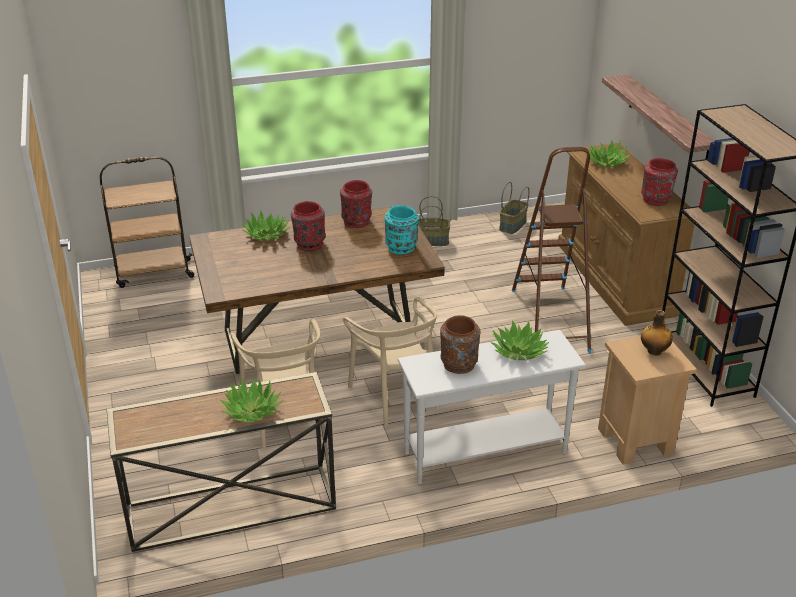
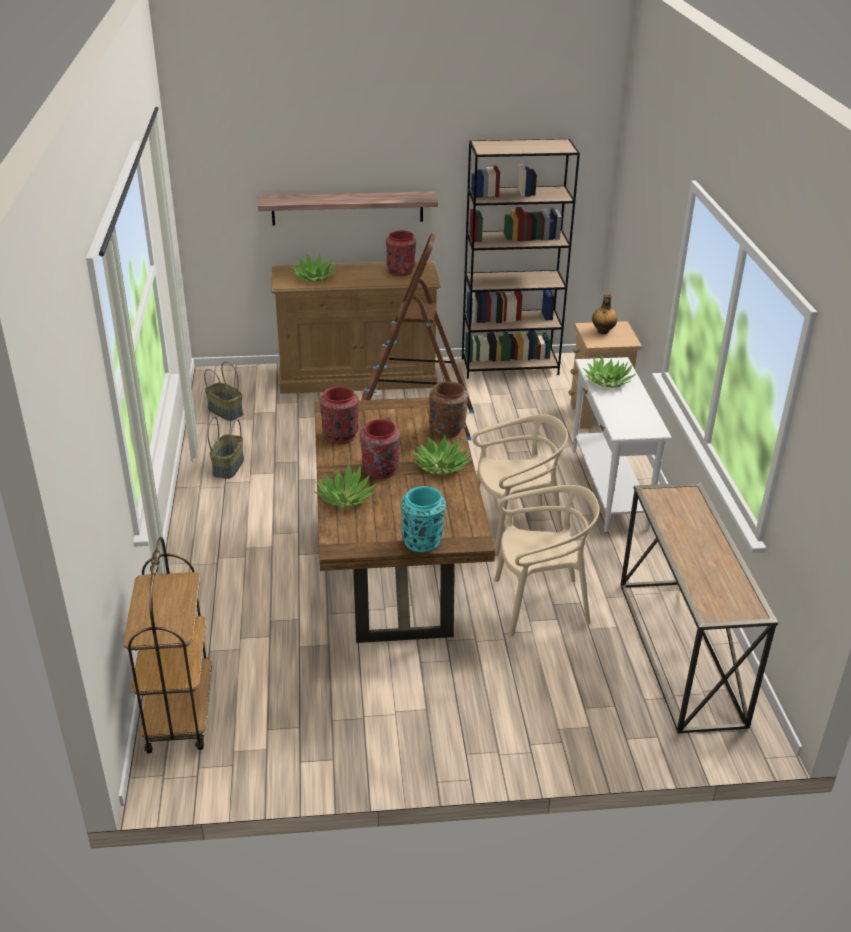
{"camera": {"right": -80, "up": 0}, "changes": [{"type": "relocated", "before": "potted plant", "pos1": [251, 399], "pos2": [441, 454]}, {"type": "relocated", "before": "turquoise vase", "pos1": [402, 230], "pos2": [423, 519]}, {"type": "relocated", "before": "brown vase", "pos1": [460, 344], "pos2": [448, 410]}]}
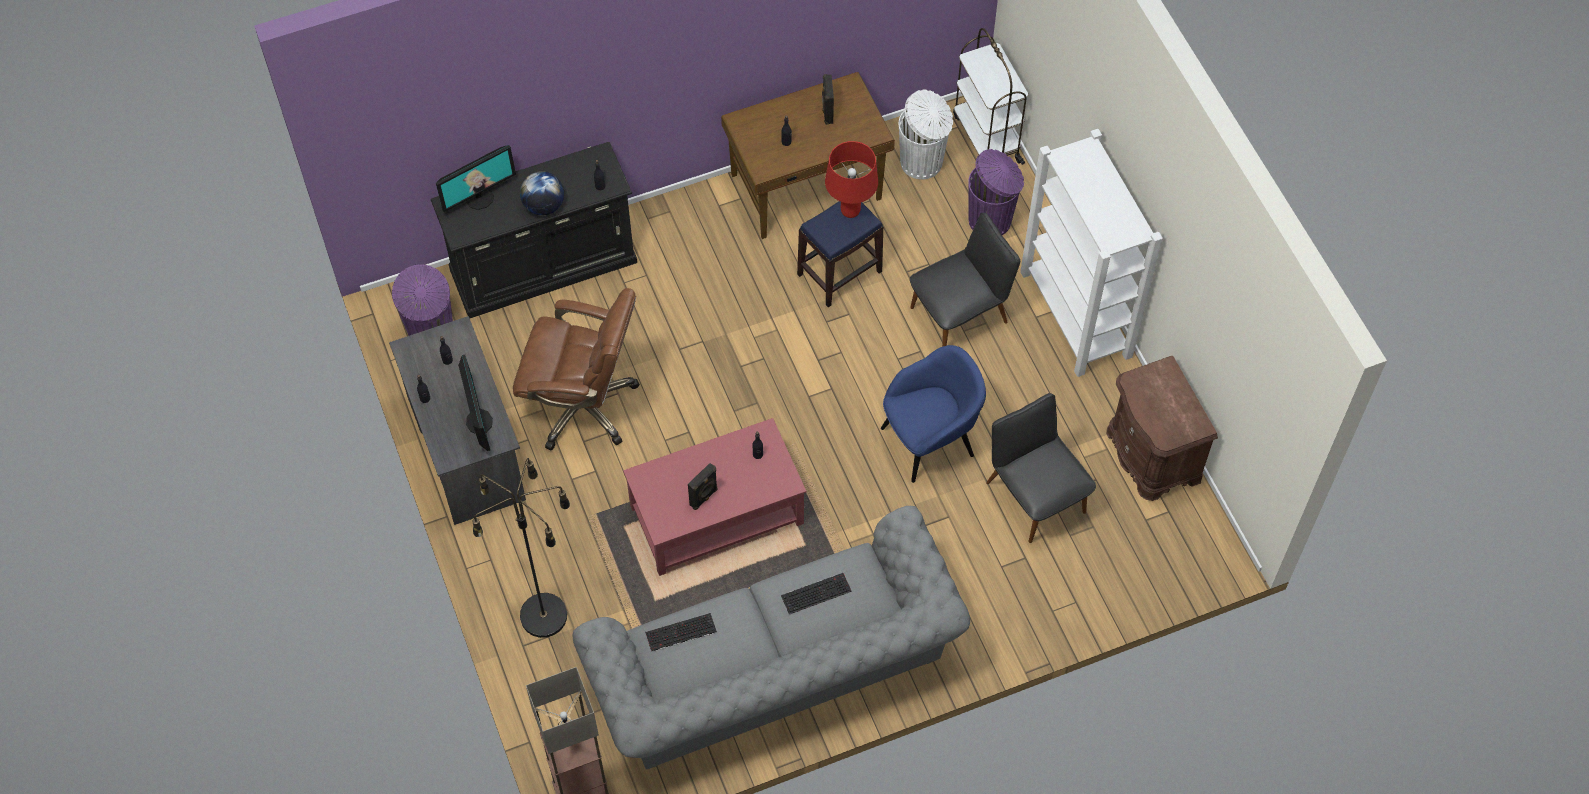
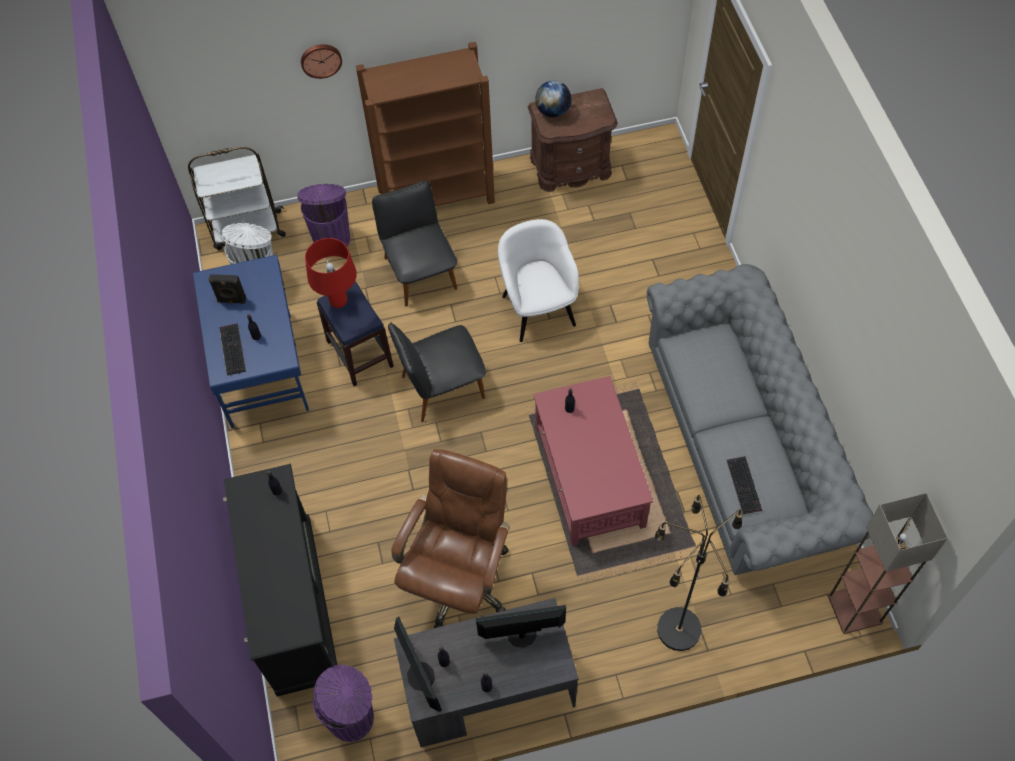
{"camera": {"right": -80, "up": 0}, "changes": [{"type": "relocated", "before": "monitor", "pos1": [476, 178], "pos2": [418, 664]}, {"type": "relocated", "before": "globe", "pos1": [542, 193], "pos2": [553, 99]}, {"type": "missing", "before": "black speaker", "pos1": [702, 486]}, {"type": "colour", "before": "brown desk", "after": "blue desk", "pos1": [808, 155], "pos2": [251, 341]}, {"type": "relocated", "before": "keyboard", "pos1": [816, 593], "pos2": [233, 349]}, {"type": "colour", "before": "blue armchair", "after": "white armchair", "pos1": [933, 414], "pos2": [538, 280]}, {"type": "relocated", "before": "black chair", "pos1": [1041, 468], "pos2": [437, 372]}, {"type": "colour", "before": "white bookcase", "after": "brown bookcase", "pos1": [1091, 253], "pos2": [425, 124]}, {"type": "appeared", "after": "wall clock", "pos2": [321, 61]}]}
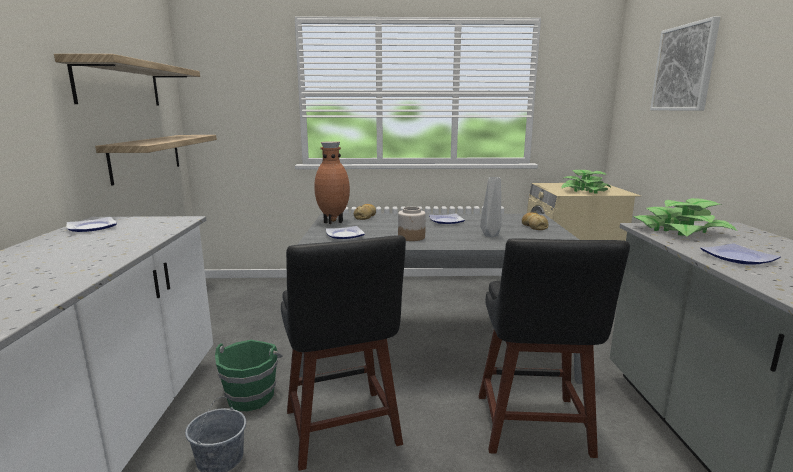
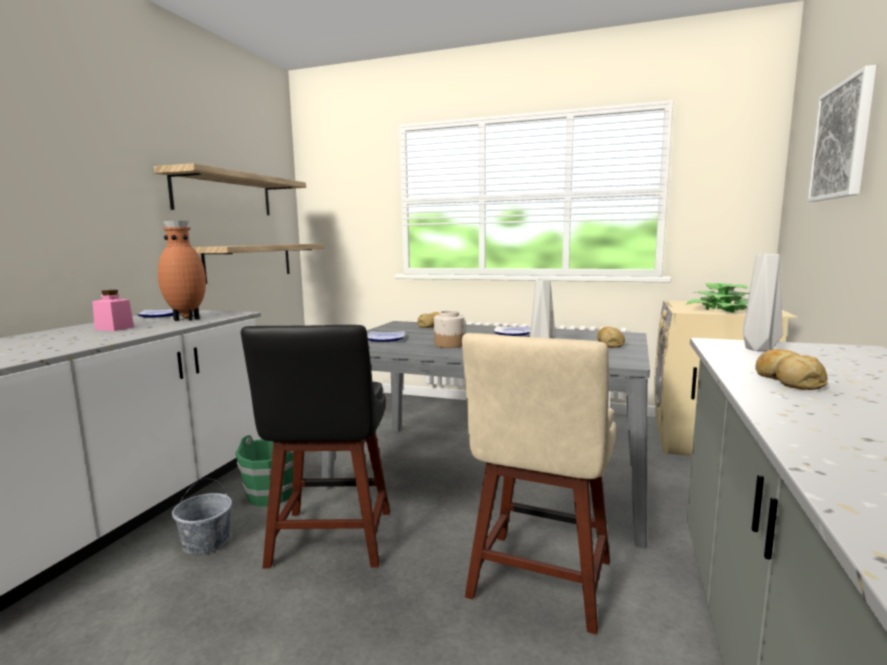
{"camera": {"right": 20, "up": -5}, "changes": [{"type": "relocated", "before": "brown vase", "pos1": [332, 182], "pos2": [182, 271]}, {"type": "colour", "before": "black chair", "after": "beige chair", "pos1": [554, 348], "pos2": [539, 484]}, {"type": "exchanged", "before": "potted plant", "after": "grey vase", "pos1": [685, 217], "pos2": [763, 302]}, {"type": "exchanged", "before": "plate", "after": "bread", "pos1": [740, 254], "pos2": [791, 369]}, {"type": "appeared", "after": "pink jar", "pos2": [113, 310]}]}
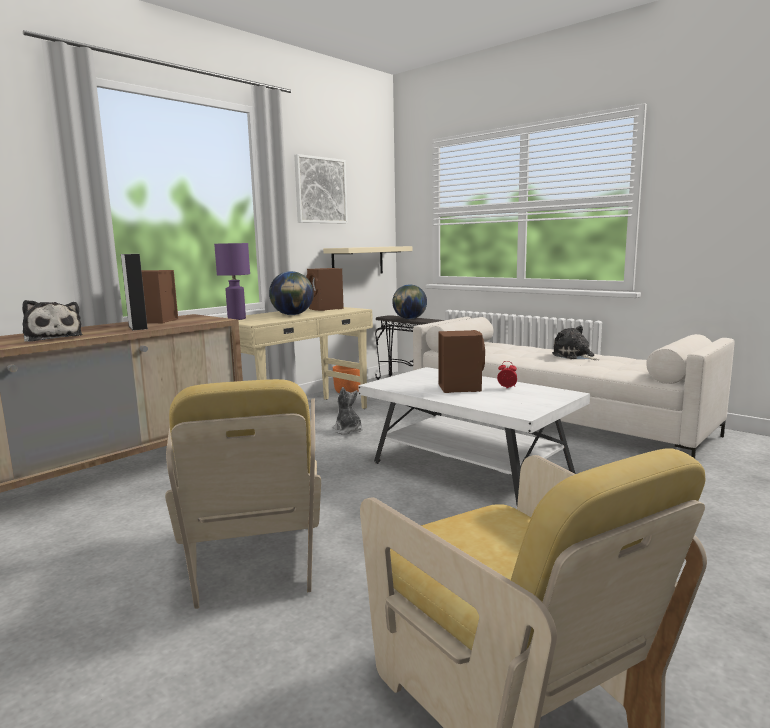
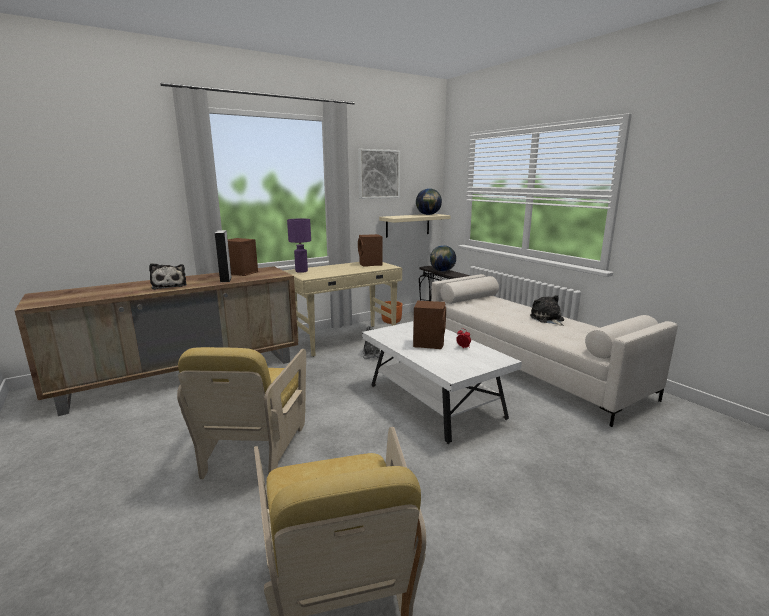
{"camera": {"right": 15, "up": 5}, "changes": [{"type": "relocated", "before": "globe", "pos1": [291, 293], "pos2": [429, 201]}]}
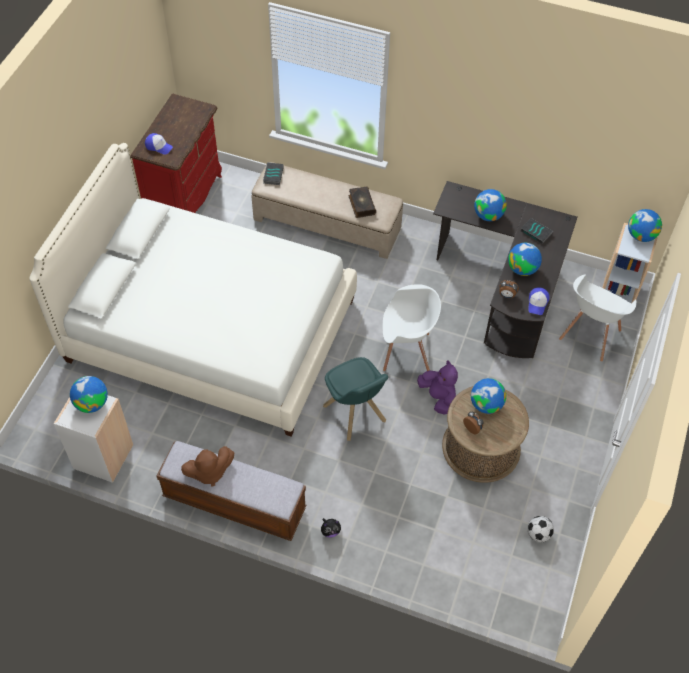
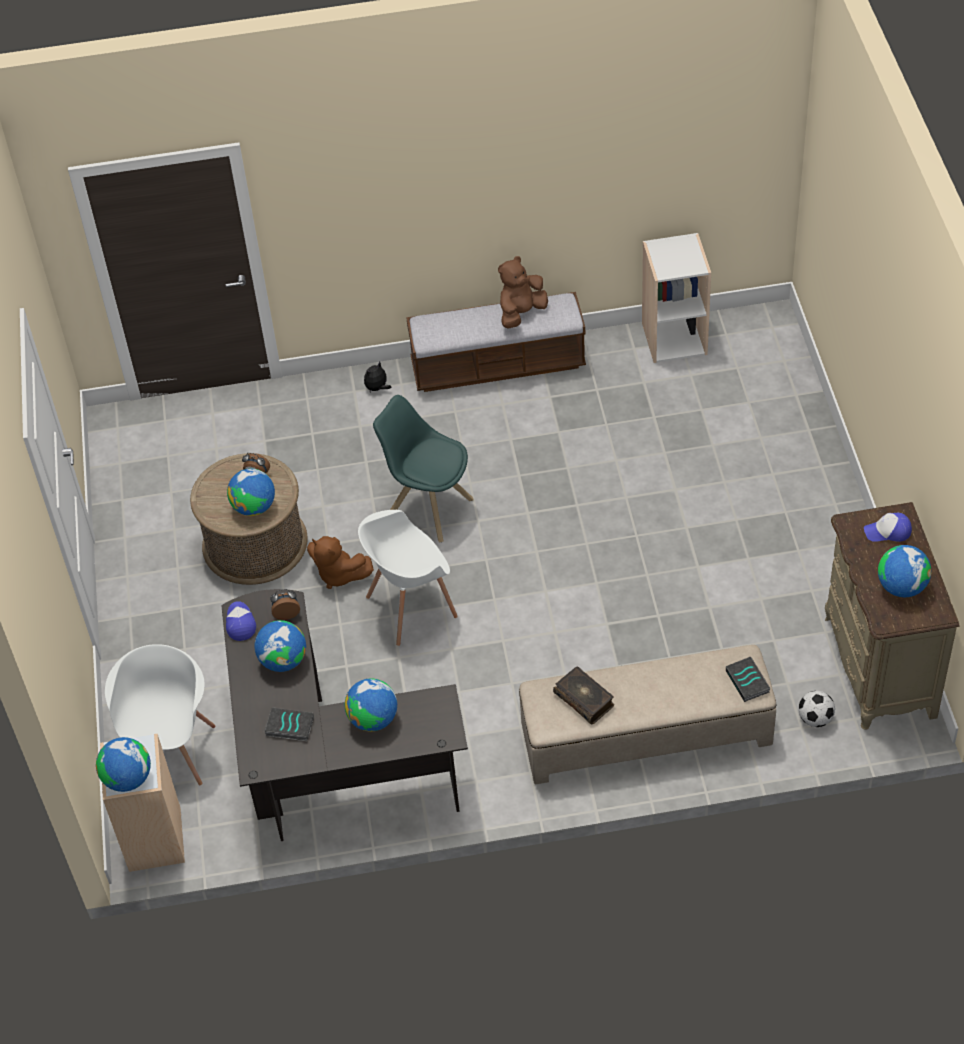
{"camera": {"right": 155, "up": -5}, "changes": [{"type": "missing", "before": "white bed", "pos1": [193, 289]}, {"type": "relocated", "before": "globe", "pos1": [89, 394], "pos2": [904, 571]}, {"type": "colour", "before": "red dresser", "after": "beige dresser", "pos1": [176, 153], "pos2": [892, 616]}, {"type": "colour", "before": "purple plush toy", "after": "brown plush toy", "pos1": [437, 387], "pos2": [340, 562]}, {"type": "relocated", "before": "football", "pos1": [541, 529], "pos2": [816, 709]}]}
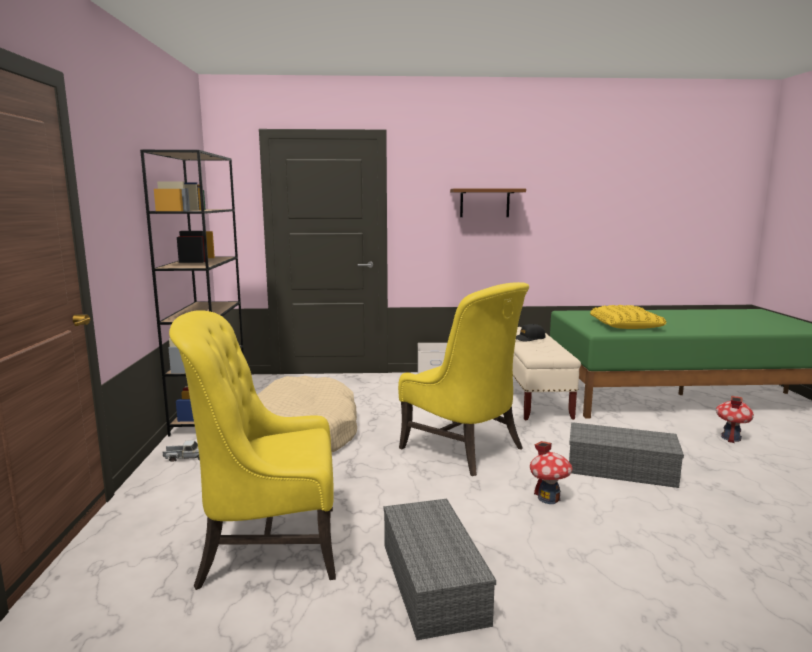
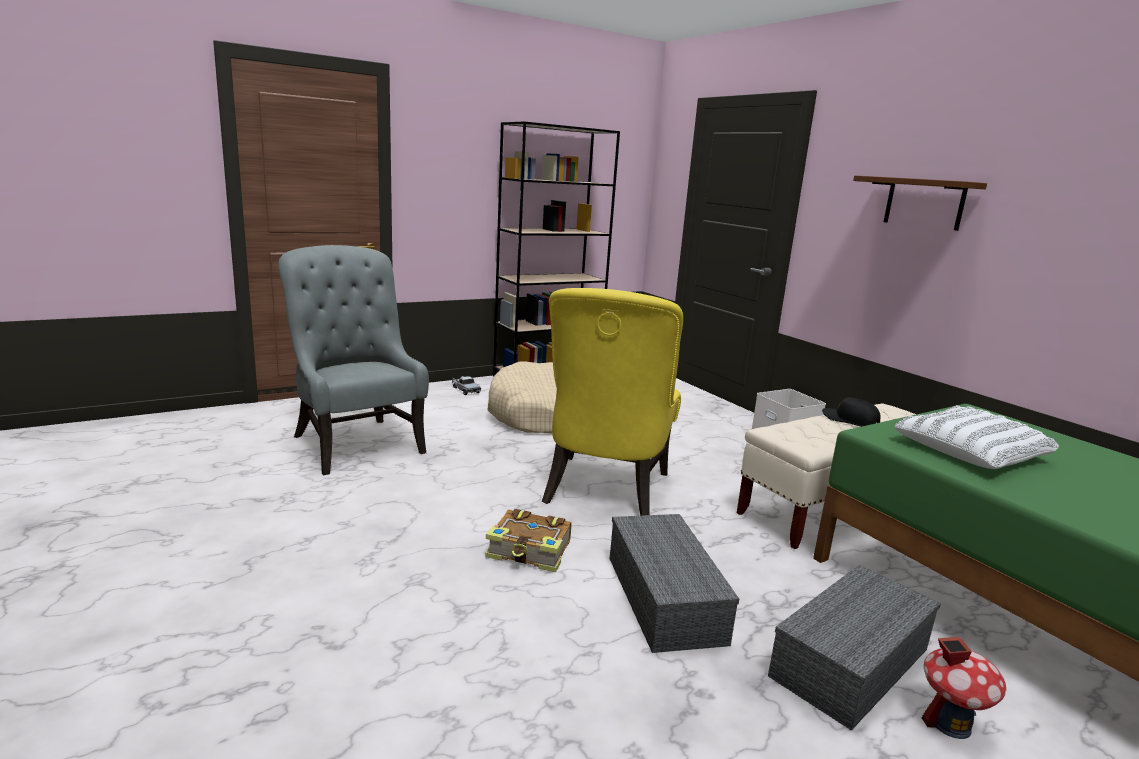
{"camera": {"right": 60, "up": 5}, "changes": [{"type": "colour", "before": "yellow chair", "after": "grey chair", "pos1": [252, 450], "pos2": [353, 360]}, {"type": "relocated", "before": "grey storage box", "pos1": [440, 569], "pos2": [854, 648]}, {"type": "exchanged", "before": "toy house", "after": "book", "pos1": [551, 472], "pos2": [528, 540]}, {"type": "colour", "before": "yellow pillow", "after": "white pillow", "pos1": [628, 317], "pos2": [977, 437]}]}
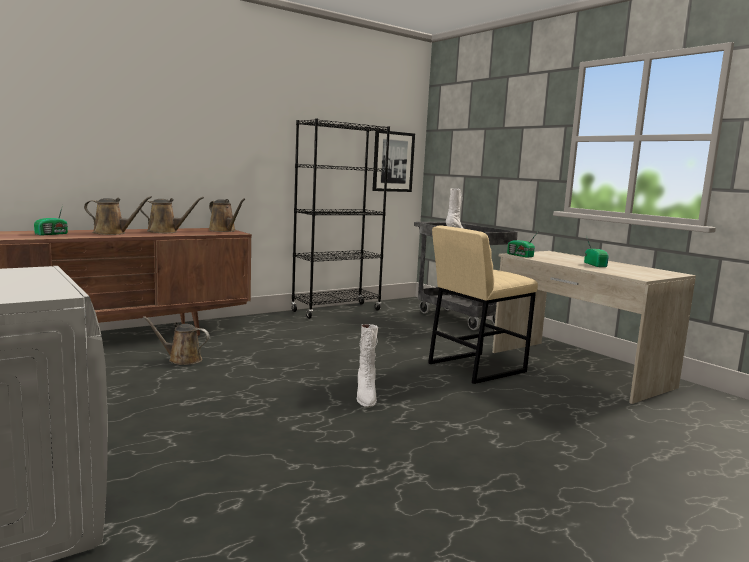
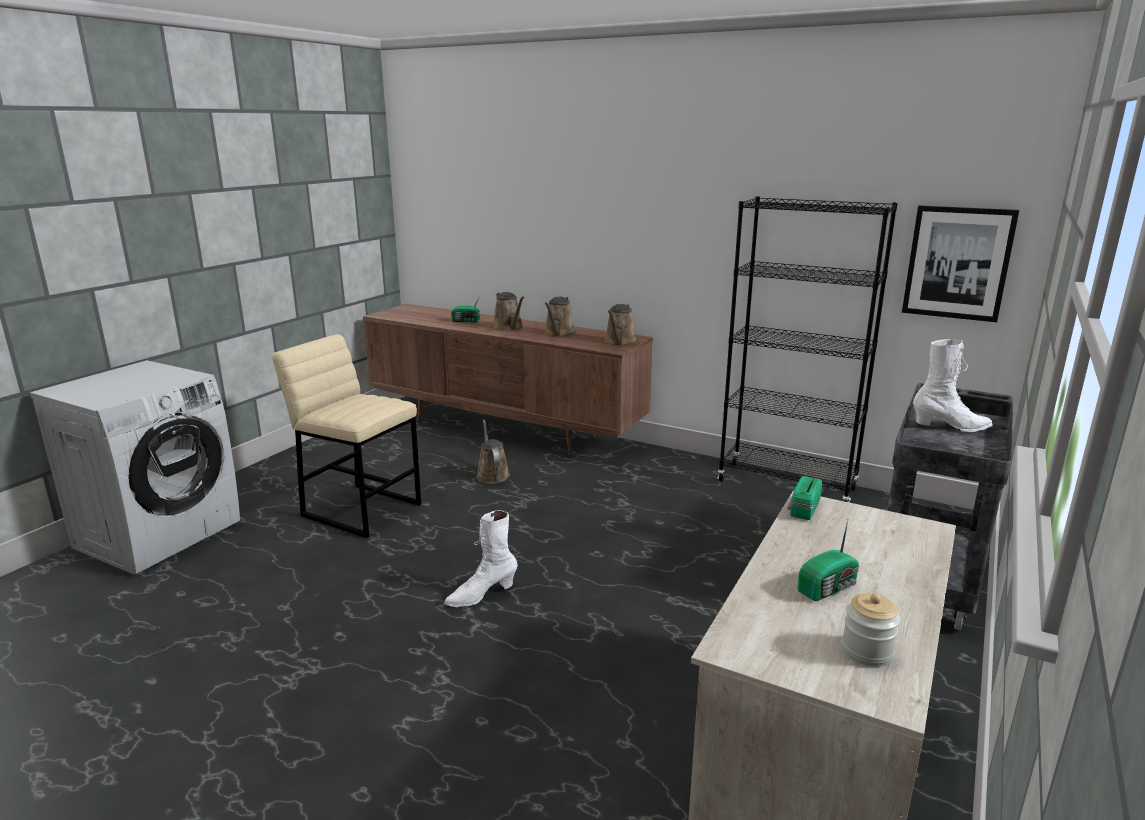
{"camera": {"right": 65, "up": 10}, "changes": [{"type": "spun", "before": "brown watering can", "pos1": [172, 215], "pos2": [560, 316], "turn": 45}, {"type": "relocated", "before": "beige chair", "pos1": [483, 304], "pos2": [346, 436]}, {"type": "appeared", "after": "jar", "pos2": [871, 630]}]}
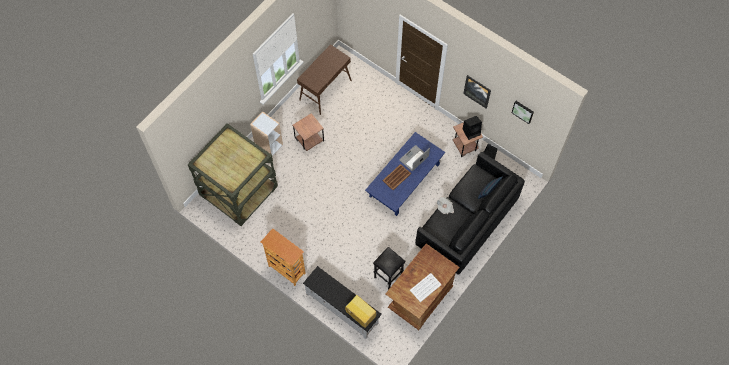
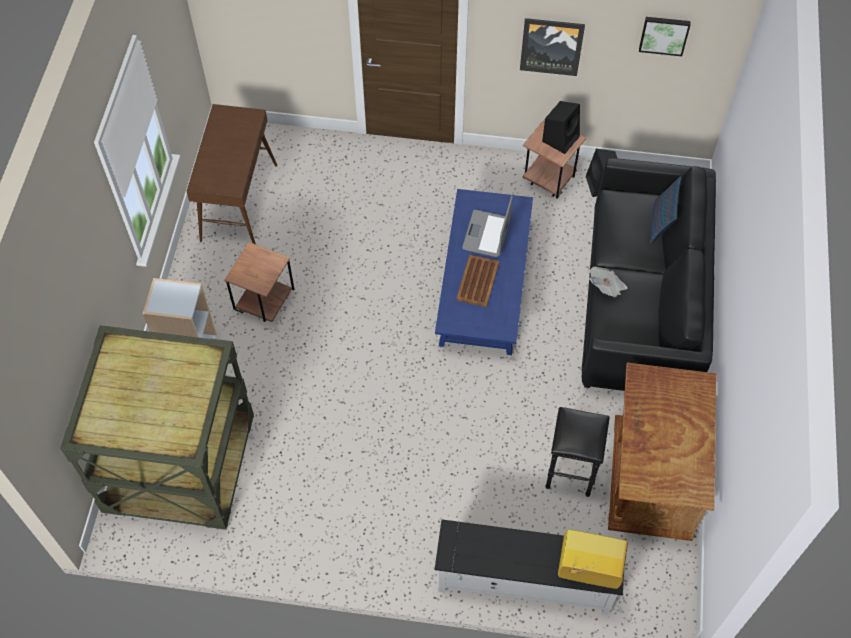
{"camera": {"right": -30, "up": -5}, "changes": [{"type": "missing", "before": "bookcase", "pos1": [283, 257]}, {"type": "missing", "before": "white tray", "pos1": [426, 287]}]}
